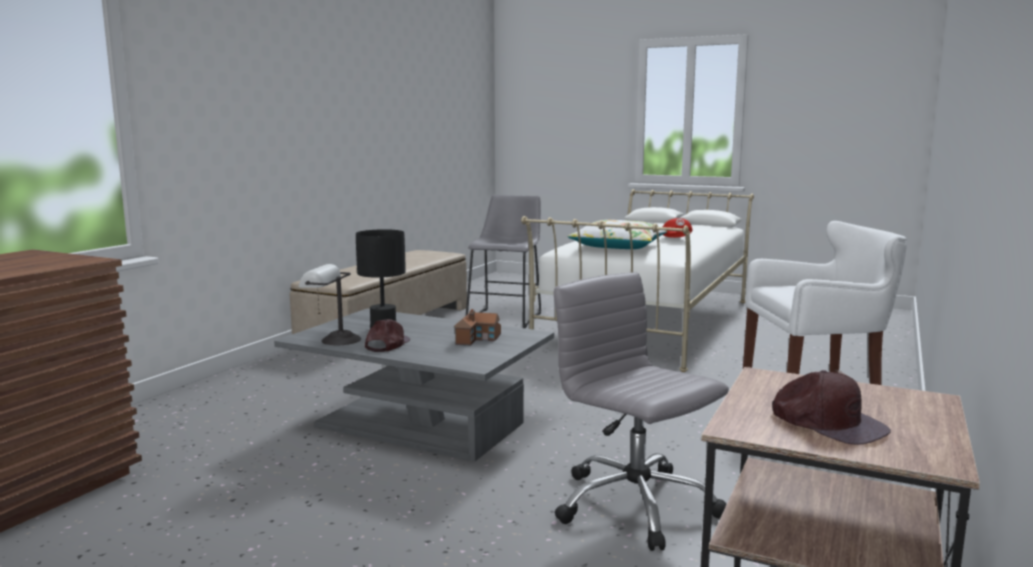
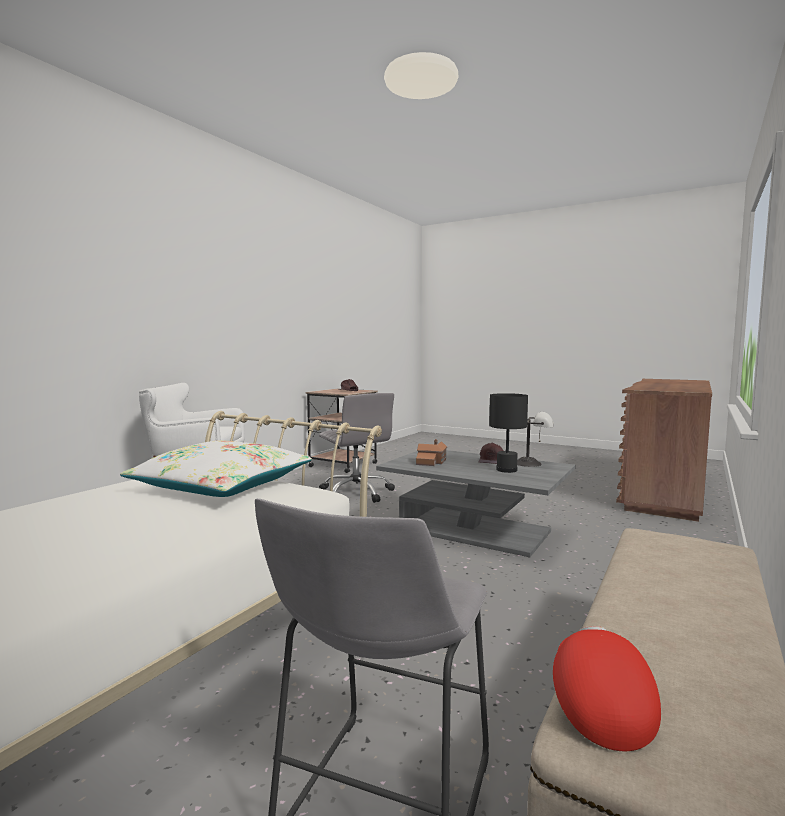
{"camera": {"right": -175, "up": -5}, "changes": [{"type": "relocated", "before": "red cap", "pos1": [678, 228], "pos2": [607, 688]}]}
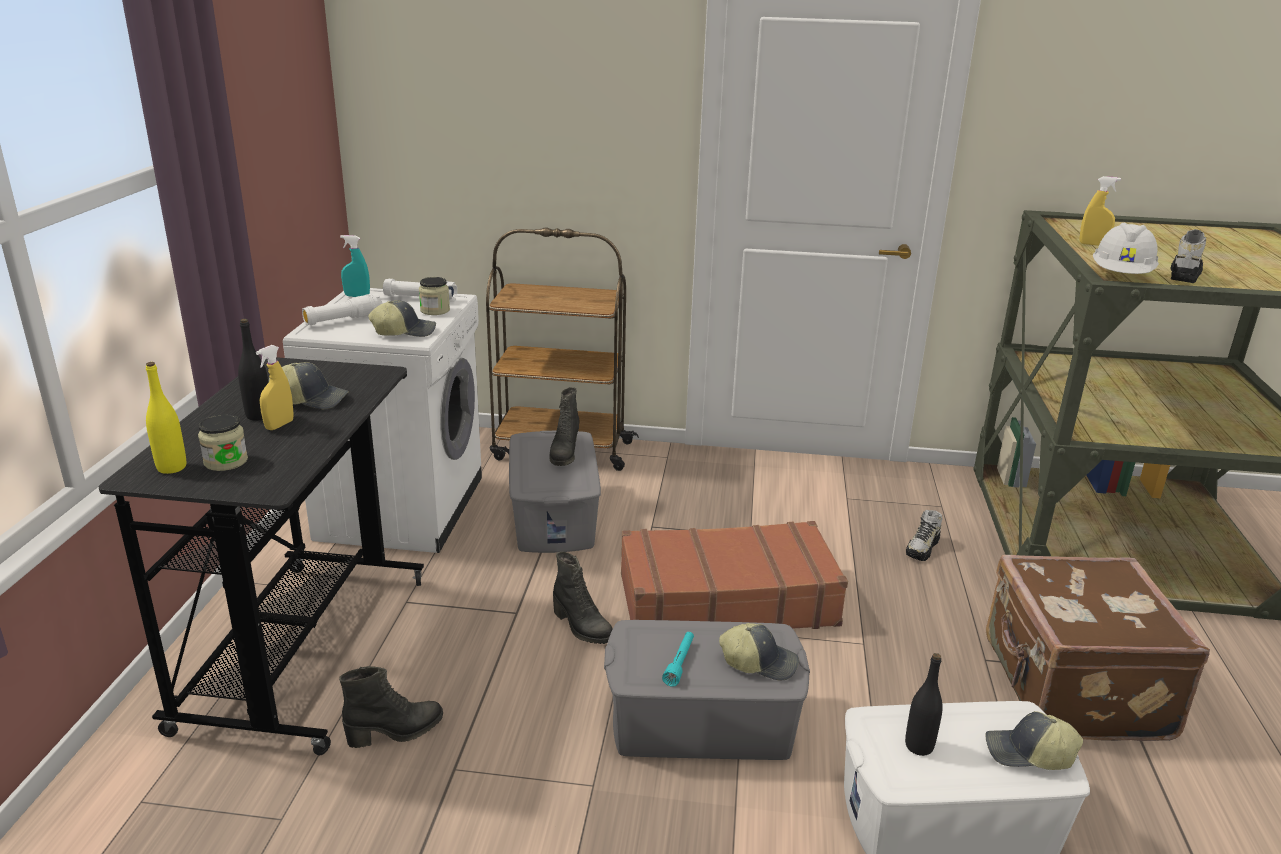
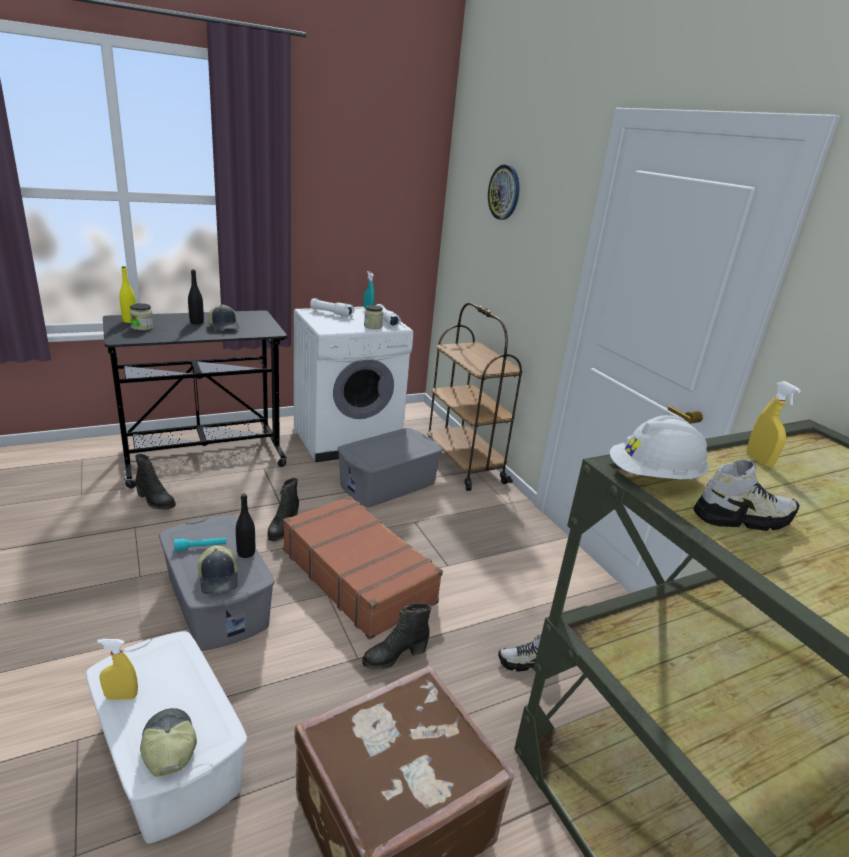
{"camera": {"right": 55, "up": 0}, "changes": [{"type": "relocated", "before": "yellow spray bottle", "pos1": [274, 387], "pos2": [117, 669]}, {"type": "missing", "before": "cap", "pos1": [402, 318]}, {"type": "relocated", "before": "black boot", "pos1": [564, 426], "pos2": [396, 636]}, {"type": "relocated", "before": "black bottle", "pos1": [924, 704], "pos2": [245, 525]}, {"type": "appeared", "after": "wall clock", "pos2": [503, 192]}]}
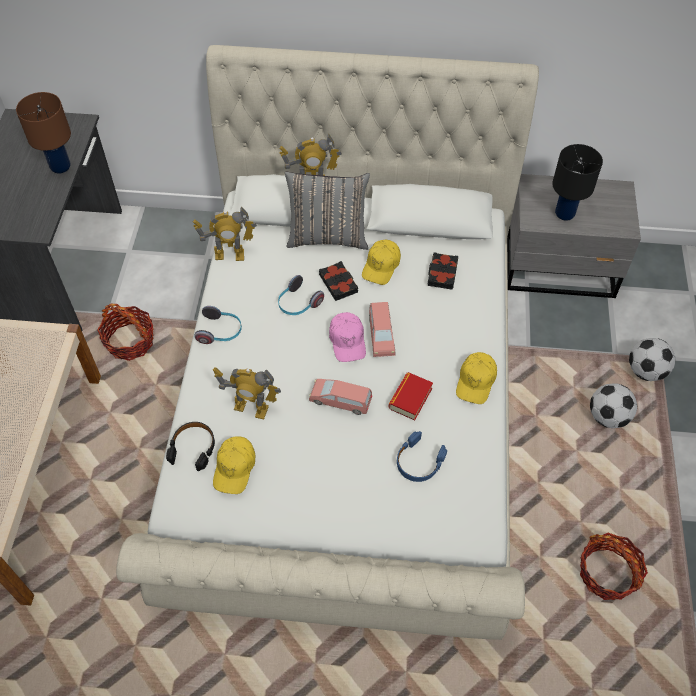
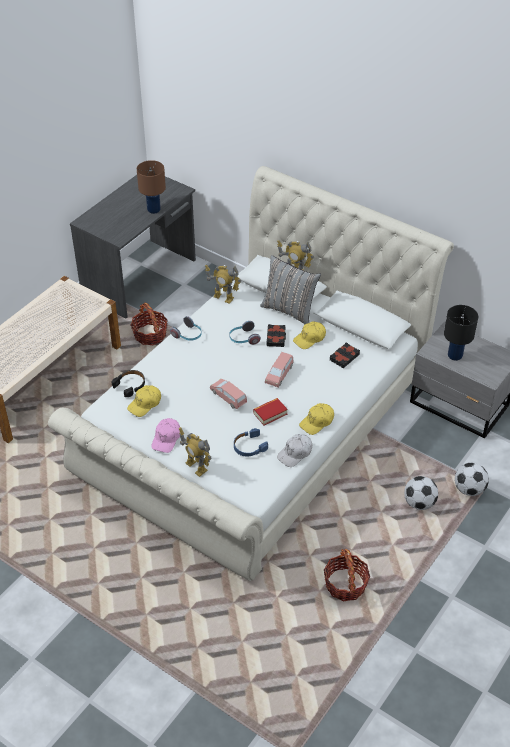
{"camera": {"right": 30, "up": -10}, "changes": [{"type": "relocated", "before": "toy robot", "pos1": [247, 393], "pos2": [195, 452]}, {"type": "relocated", "before": "pink cap", "pos1": [347, 337], "pos2": [165, 435]}, {"type": "appeared", "after": "white cap", "pos2": [294, 450]}]}
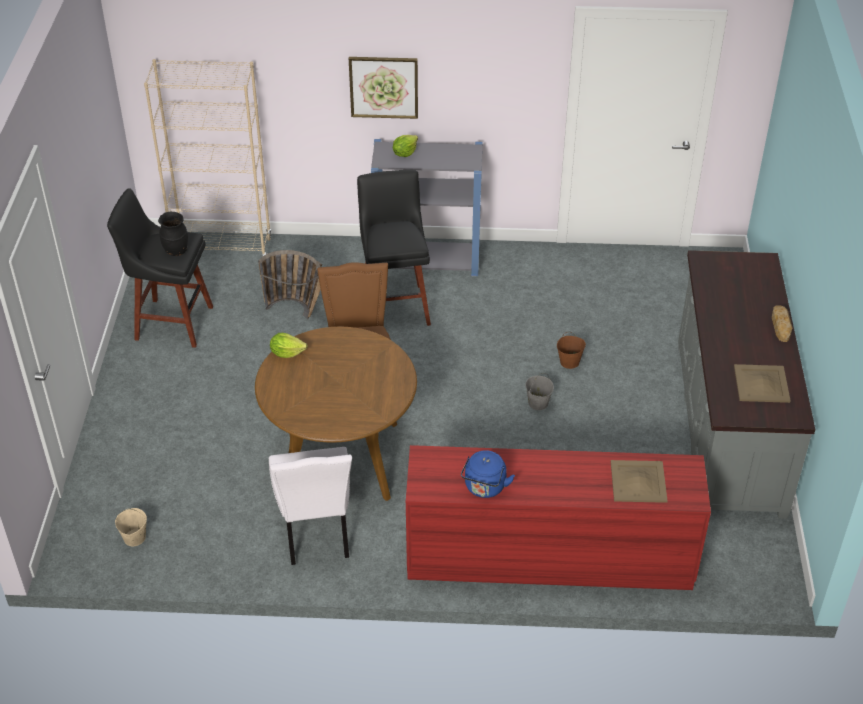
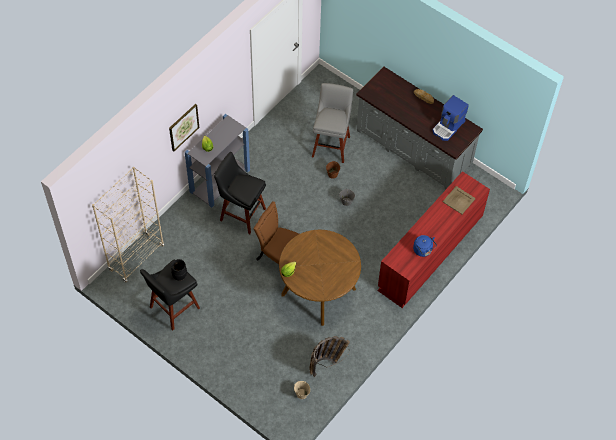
{"camera": {"right": -55, "up": 15}, "changes": [{"type": "relocated", "before": "basket", "pos1": [290, 285], "pos2": [329, 356]}, {"type": "missing", "before": "white chair", "pos1": [310, 506]}, {"type": "exchanged", "before": "beige tray", "after": "coffee machine", "pos1": [762, 383], "pos2": [451, 118]}, {"type": "appeared", "after": "grey stool", "pos2": [332, 123]}]}
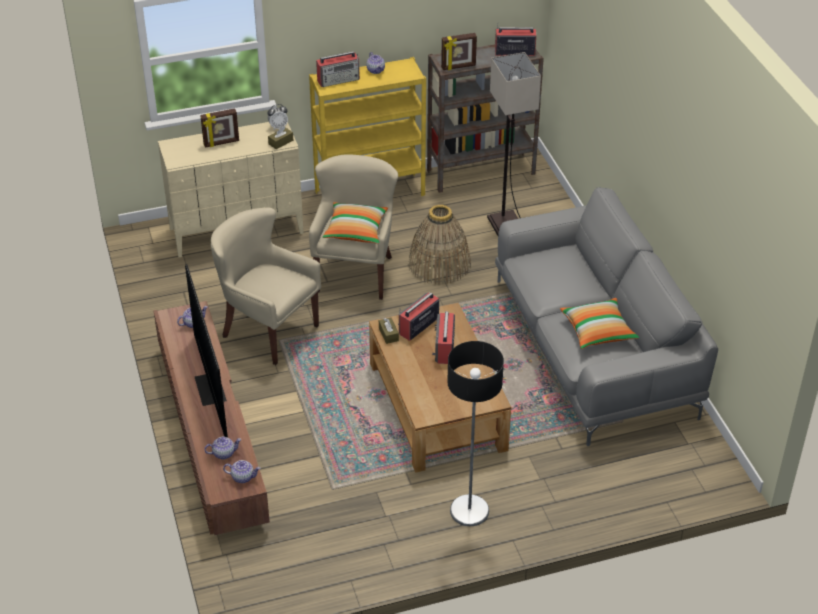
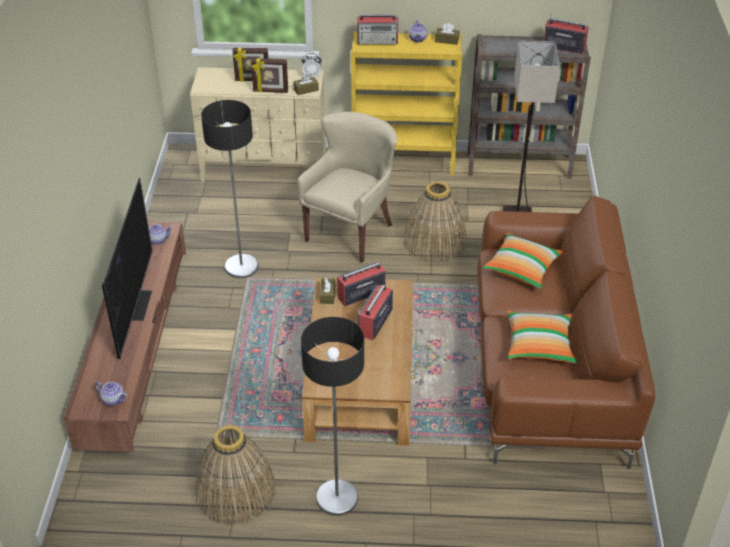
{"camera": {"right": 20, "up": 0}, "changes": [{"type": "missing", "before": "teapot", "pos1": [222, 448]}, {"type": "exchanged", "before": "beige armchair", "after": "floor lamp", "pos1": [266, 286], "pos2": [230, 189]}, {"type": "relocated", "before": "pillow", "pos1": [355, 223], "pos2": [523, 261]}, {"type": "relocated", "before": "picture frame", "pos1": [459, 51], "pos2": [269, 75]}, {"type": "colour", "before": "grey sofa", "after": "brown sofa", "pos1": [606, 316], "pos2": [566, 332]}, {"type": "appeared", "after": "basket", "pos2": [235, 475]}, {"type": "appeared", "after": "brown tissue box", "pos2": [447, 34]}]}
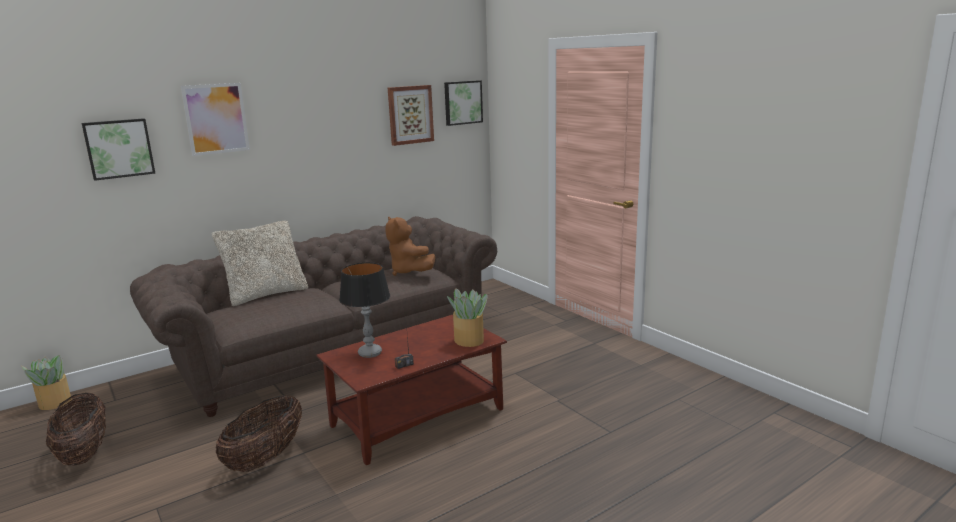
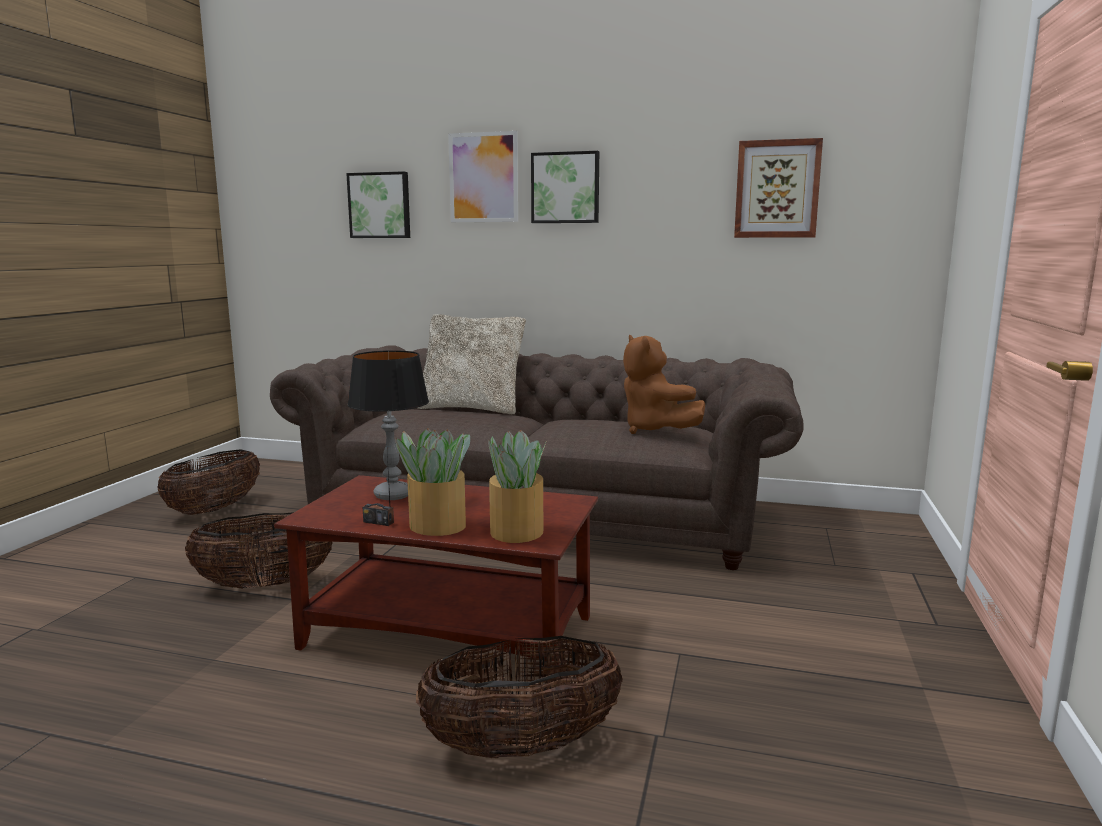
{"camera": {"right": 50, "up": -5}, "changes": [{"type": "relocated", "before": "potted plant", "pos1": [47, 382], "pos2": [432, 482]}, {"type": "spun", "before": "brown plush toy", "pos1": [410, 246], "pos2": [664, 384], "turn": -45}, {"type": "relocated", "before": "picture", "pos1": [463, 103], "pos2": [565, 187]}, {"type": "appeared", "after": "basket", "pos2": [519, 697]}]}
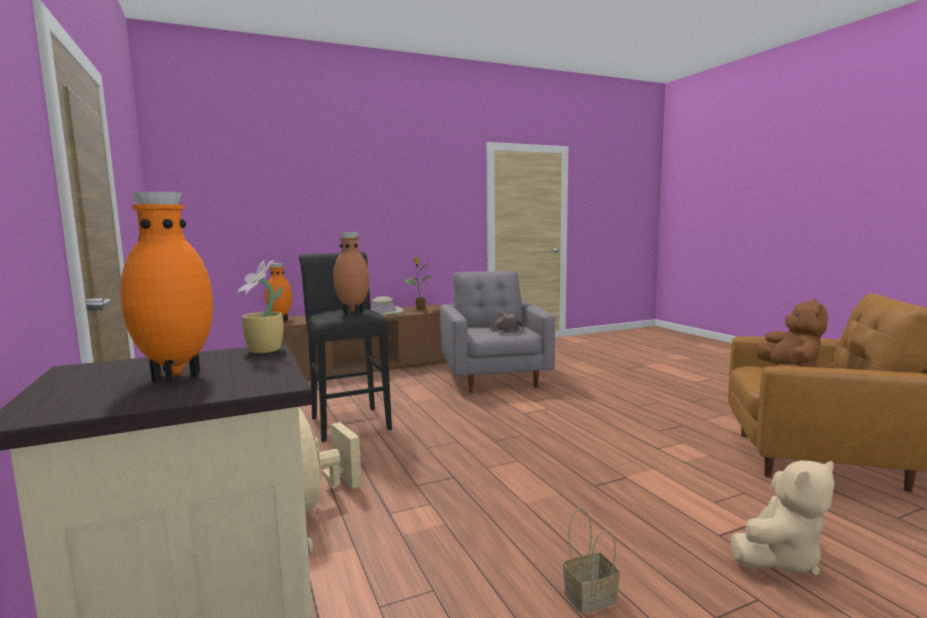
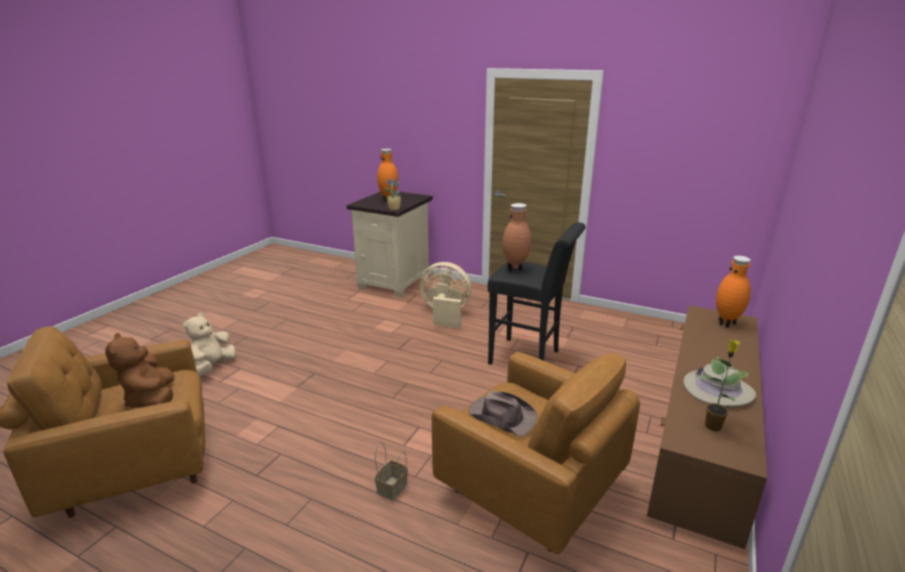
{"camera": {"right": 140, "up": 15}, "changes": [{"type": "colour", "before": "grey armchair", "after": "brown armchair", "pos1": [497, 331], "pos2": [536, 453]}, {"type": "relocated", "before": "basket", "pos1": [591, 560], "pos2": [391, 471]}]}
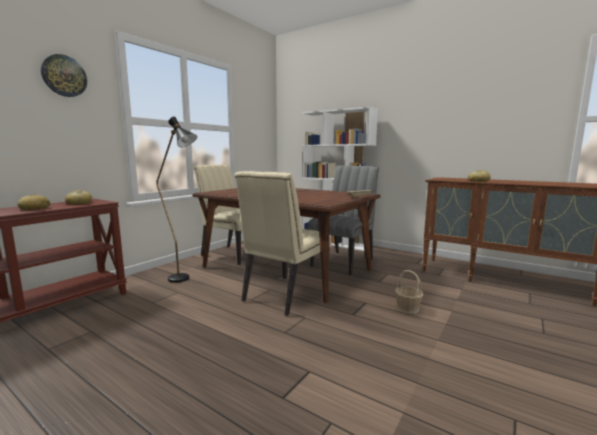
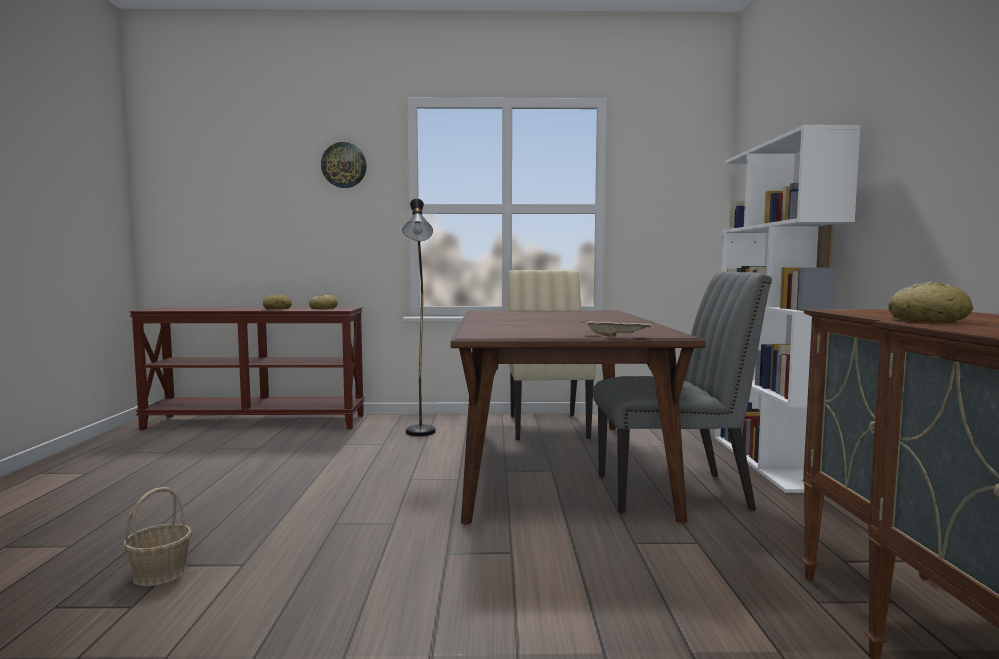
{"camera": {"right": 55, "up": -5}, "changes": [{"type": "missing", "before": "beige chair", "pos1": [283, 243]}, {"type": "relocated", "before": "basket", "pos1": [409, 292], "pos2": [157, 536]}]}
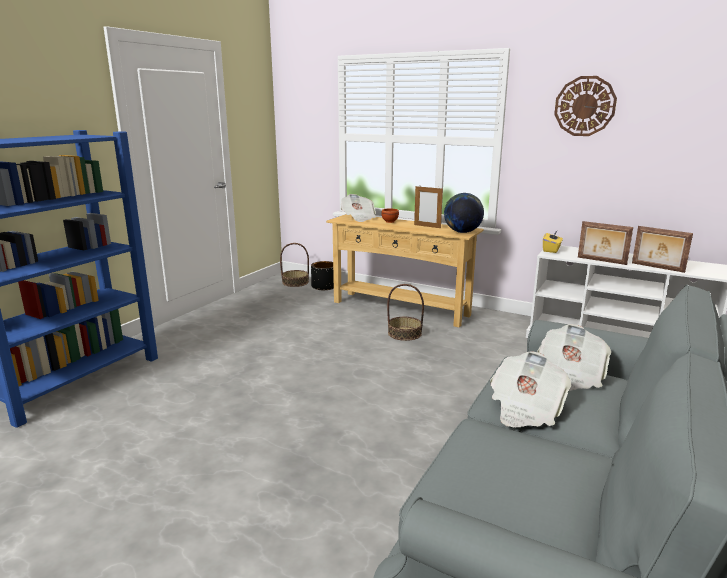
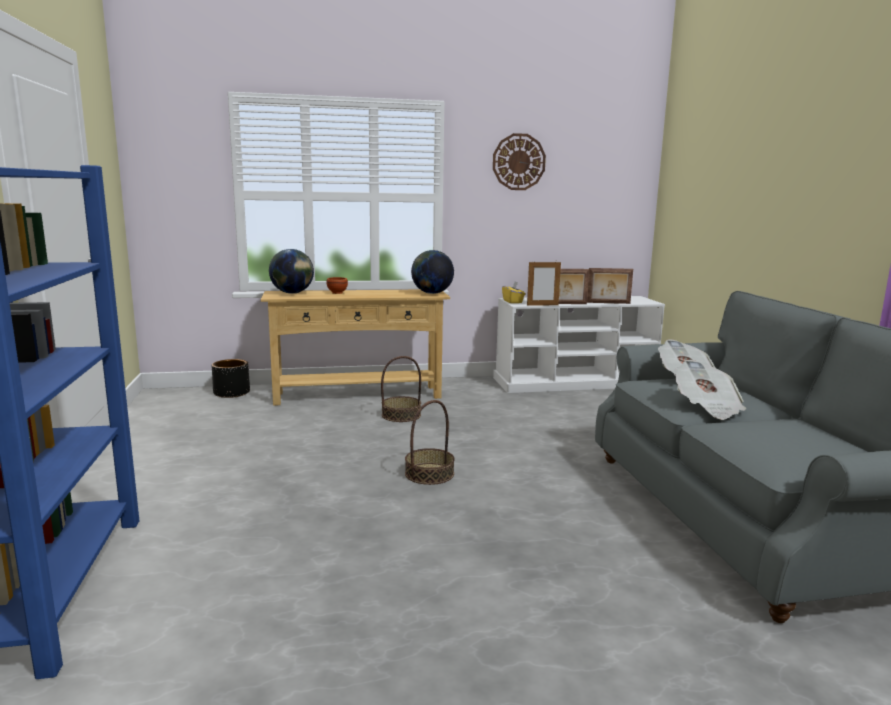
{"camera": {"right": -40, "up": -5}, "changes": [{"type": "relocated", "before": "basket", "pos1": [294, 265], "pos2": [430, 442]}, {"type": "exchanged", "before": "newspaper", "after": "globe", "pos1": [358, 208], "pos2": [291, 271]}, {"type": "relocated", "before": "picture frame", "pos1": [428, 207], "pos2": [544, 284]}]}
